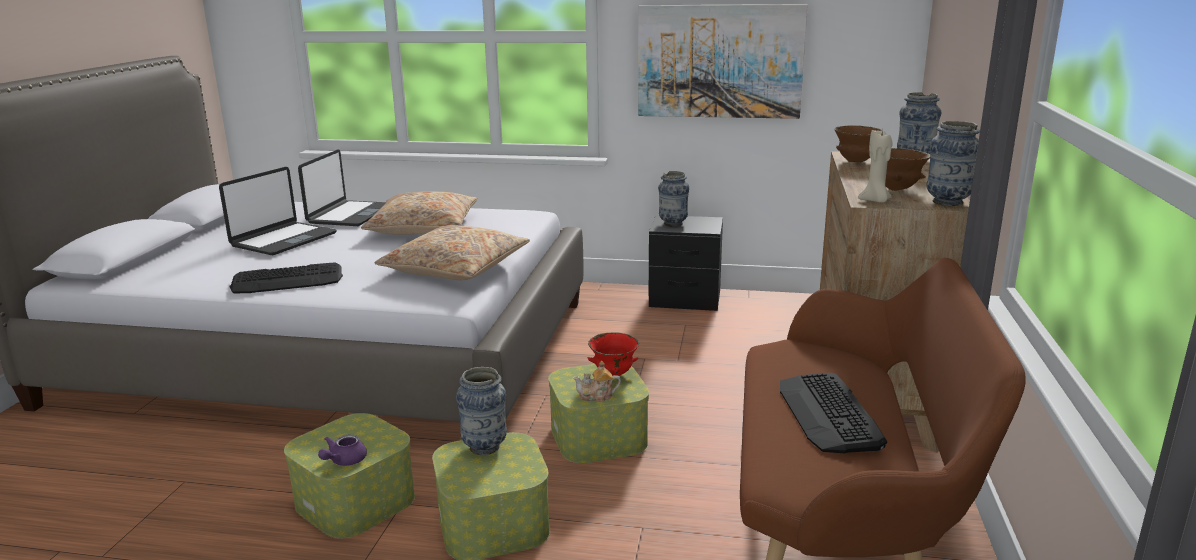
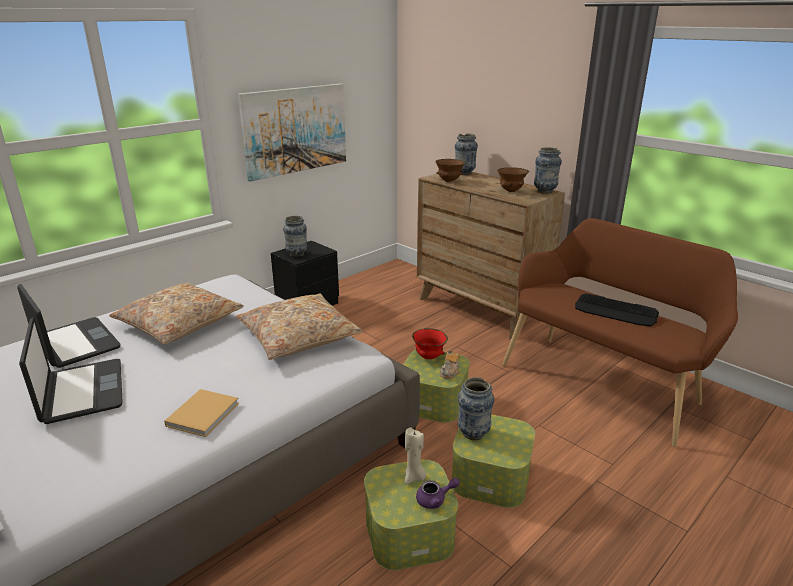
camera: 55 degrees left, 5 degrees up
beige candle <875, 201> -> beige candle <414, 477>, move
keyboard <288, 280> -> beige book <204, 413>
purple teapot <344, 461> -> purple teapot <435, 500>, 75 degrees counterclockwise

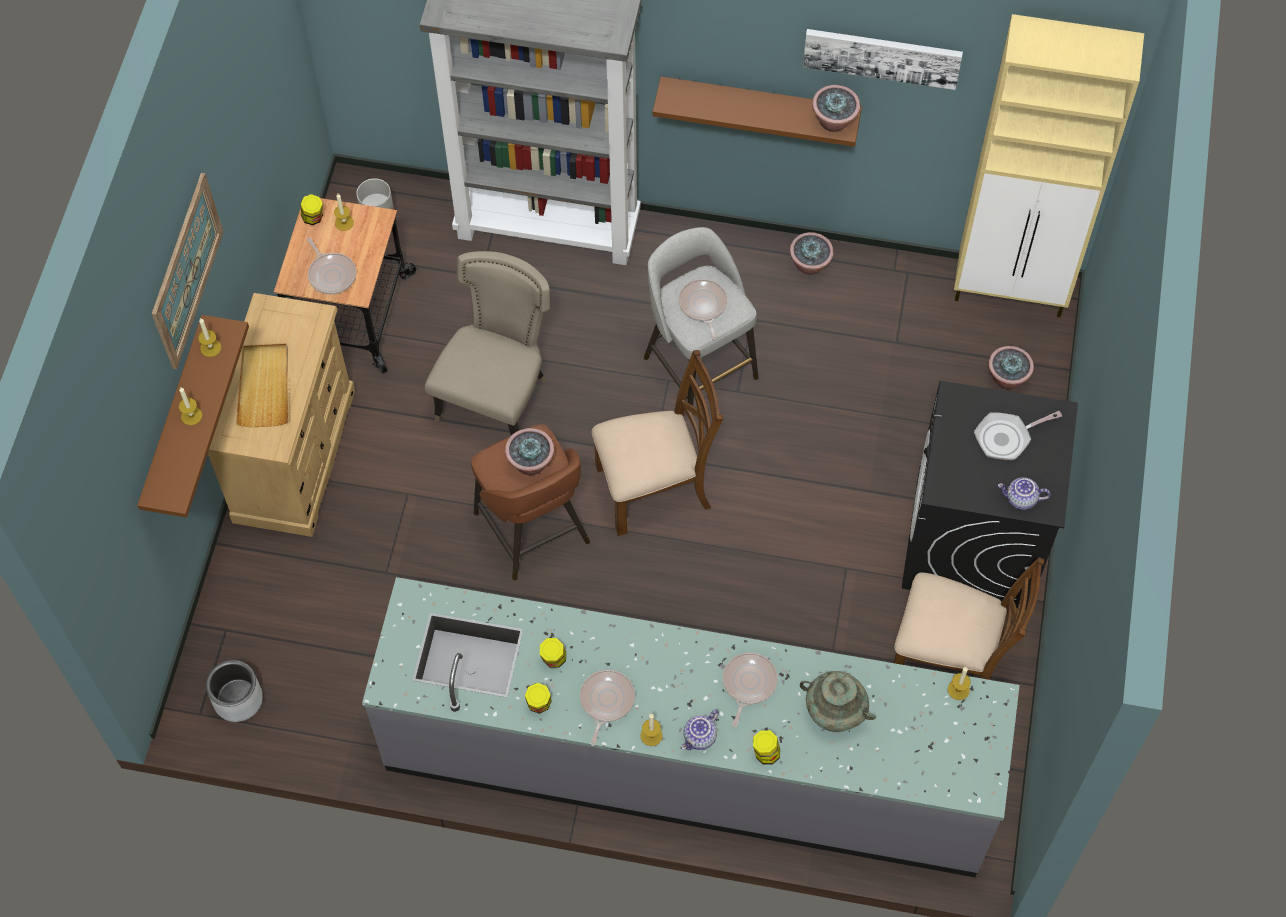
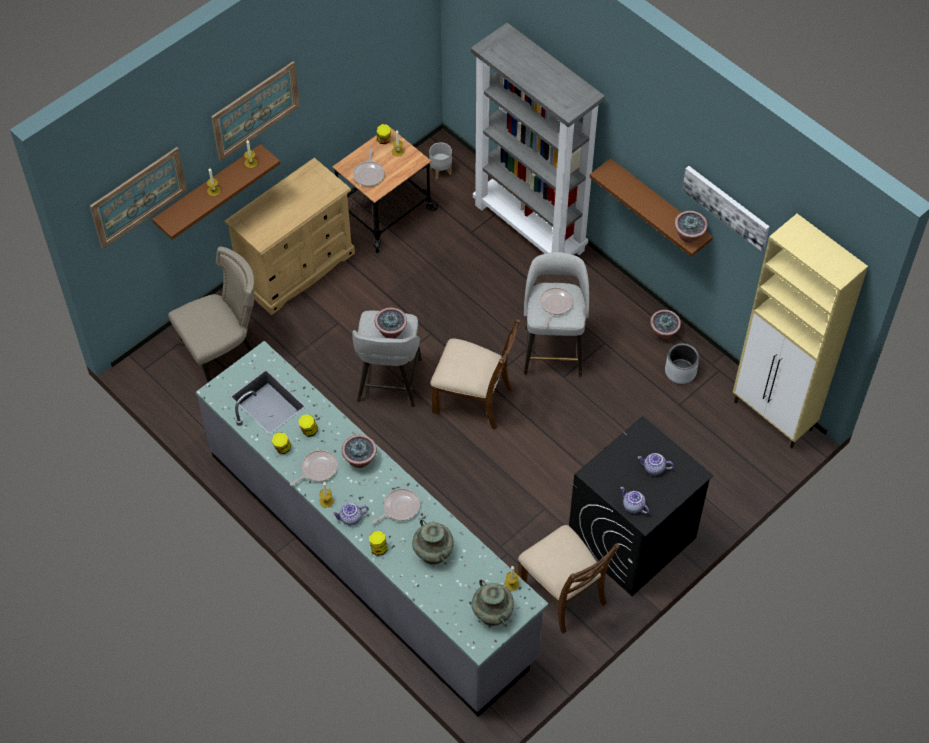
camera: 35 degrees right, 5 degrees down
beige chair <498, 399> -> beige chair <224, 352>, move
beige tray <264, 387> -> none
potted plant <1007, 378> -> potted plant <360, 459>, move
frying pan <1006, 438> -> teapot <653, 468>
brown stool <533, 531> -> grey stool <389, 382>
grey planter <238, 699> -> grey planter <680, 371>, move
none -> picture <138, 197>
none -> turquoise vase <492, 613>

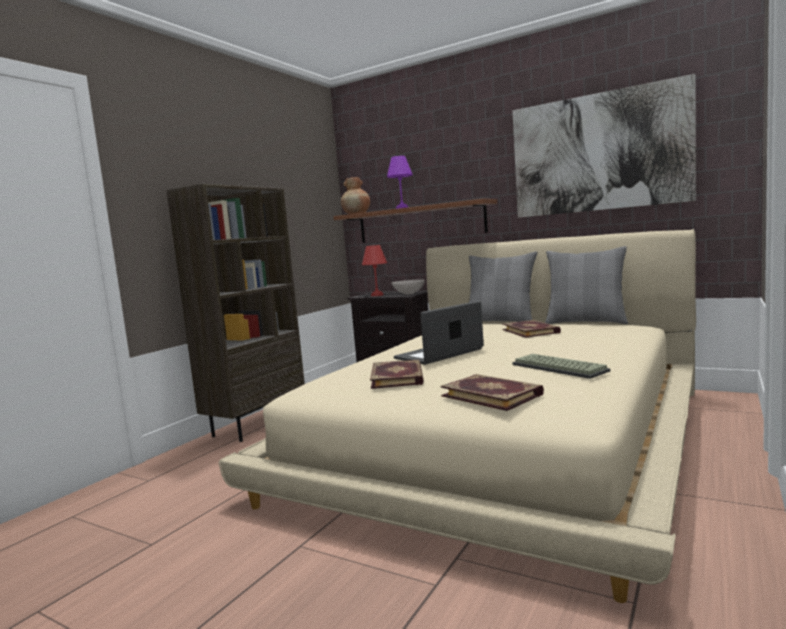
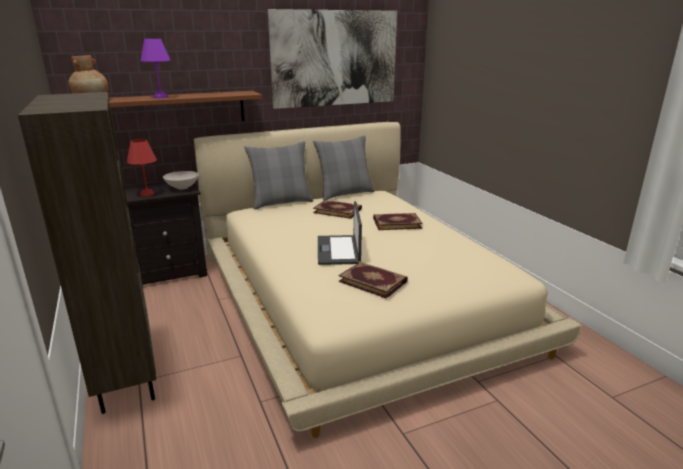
camera: 55 degrees left, 15 degrees up
keyboard <557, 368> -> none
book <492, 395> -> book <396, 223>, move

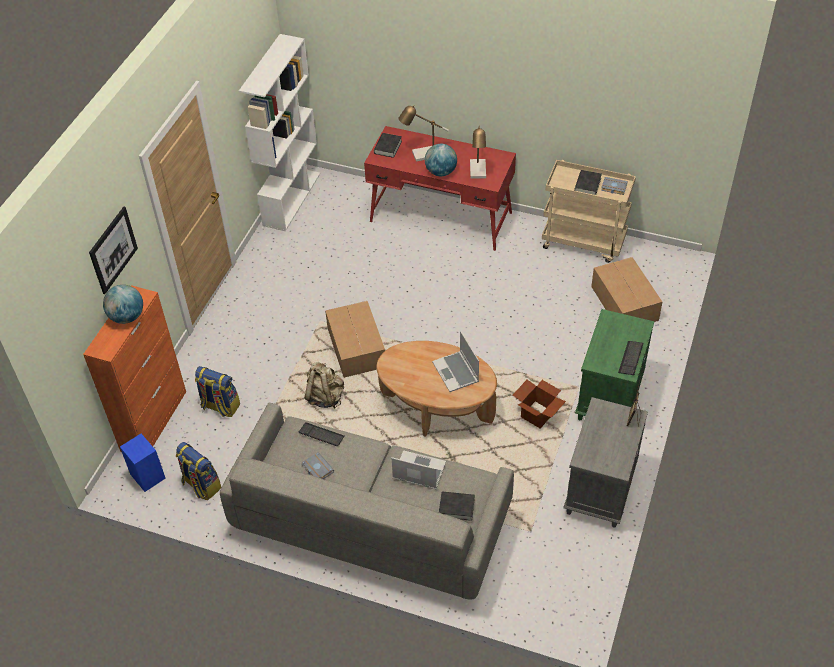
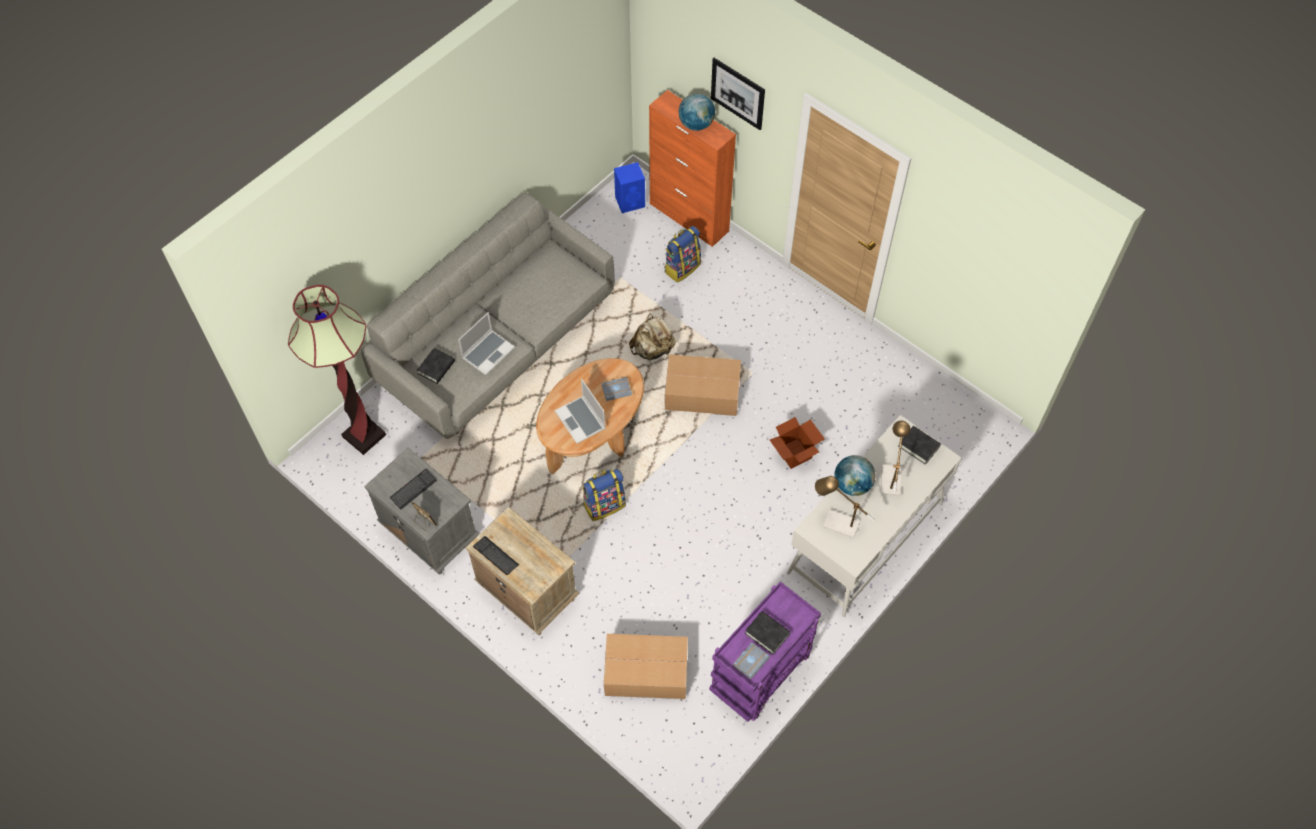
camera: 110 degrees right, 10 degrees up
white bookcase <291, 199> -> none
red desk <441, 217> -> white desk <865, 538>
beige cart <584, 242> -> purple cart <760, 675>
green nightstand <609, 398> -> beige nightstand <526, 592>
laptop <456, 372> -> laptop <581, 420>, 120 degrees counterclockwise
cardboard box <537, 415> -> cardboard box <794, 453>, move
keyboard <321, 435> -> keyboard <413, 489>, move
backpack <201, 485> -> backpack <604, 504>, move
grey book <316, 469> -> grey book <617, 389>, move
none -> floor lamp <364, 436>

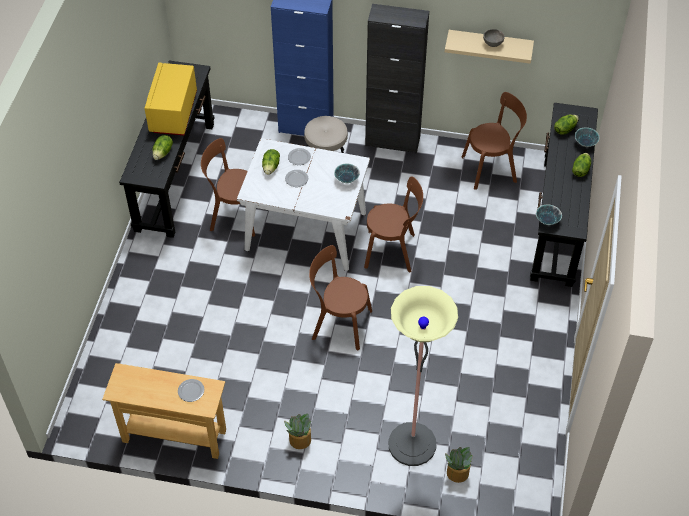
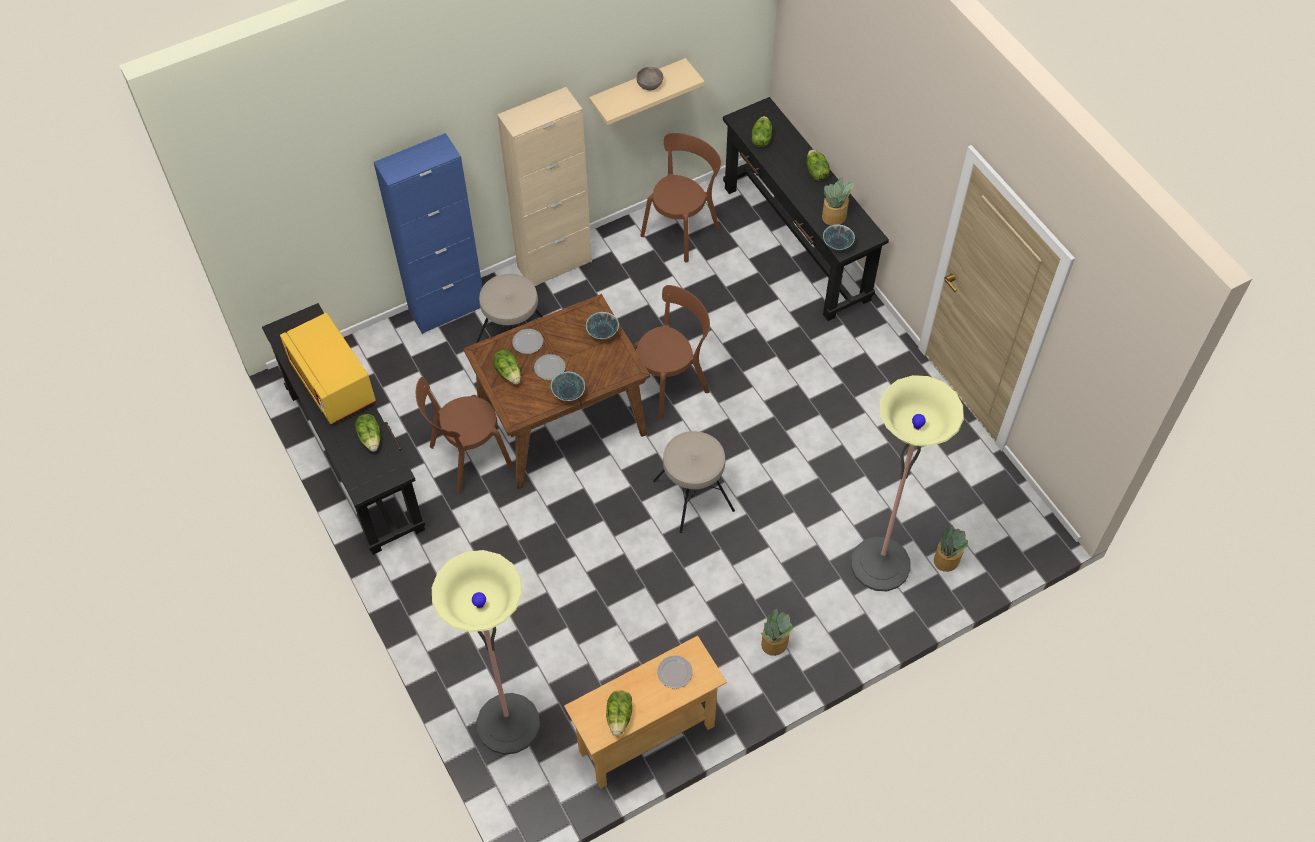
camera: 40 degrees left, 5 degrees up
black cabinet <392, 141> -> beige cabinet <554, 264>
bowl <585, 143> -> bowl <568, 393>, move
white dining table <307, 231> -> brown dining table <563, 422>
brown chair <339, 323> -> beige stool <692, 496>
none -> potted plant <834, 216>
none -> floor lamp <508, 724>
none -> lettuce <620, 716>

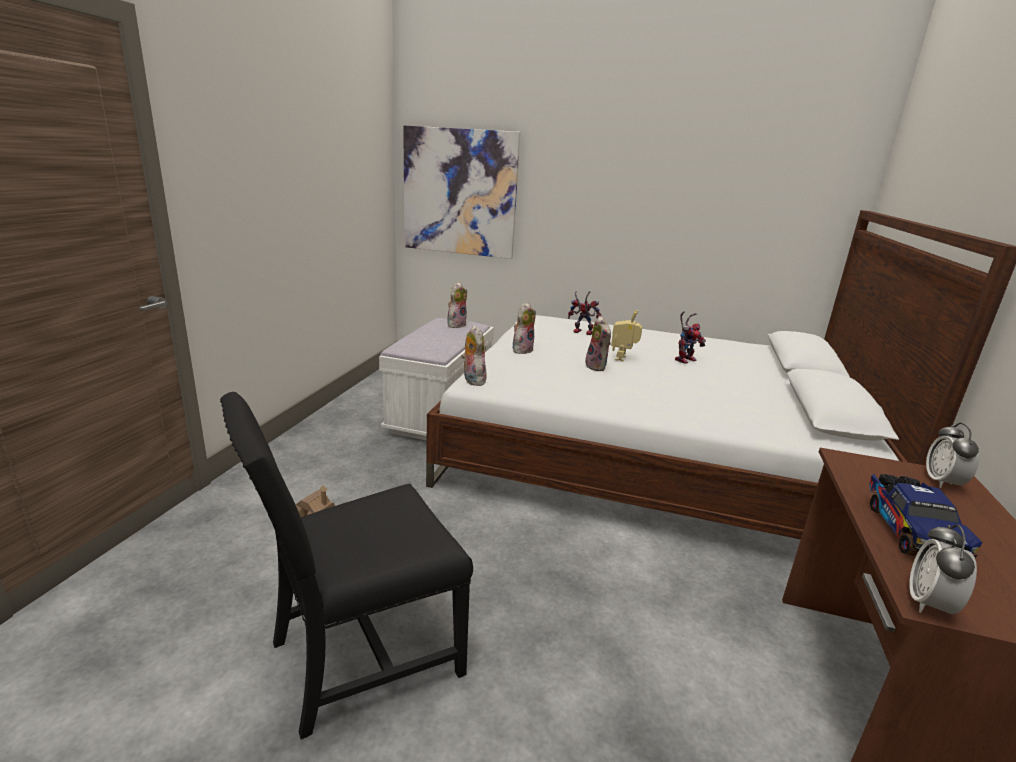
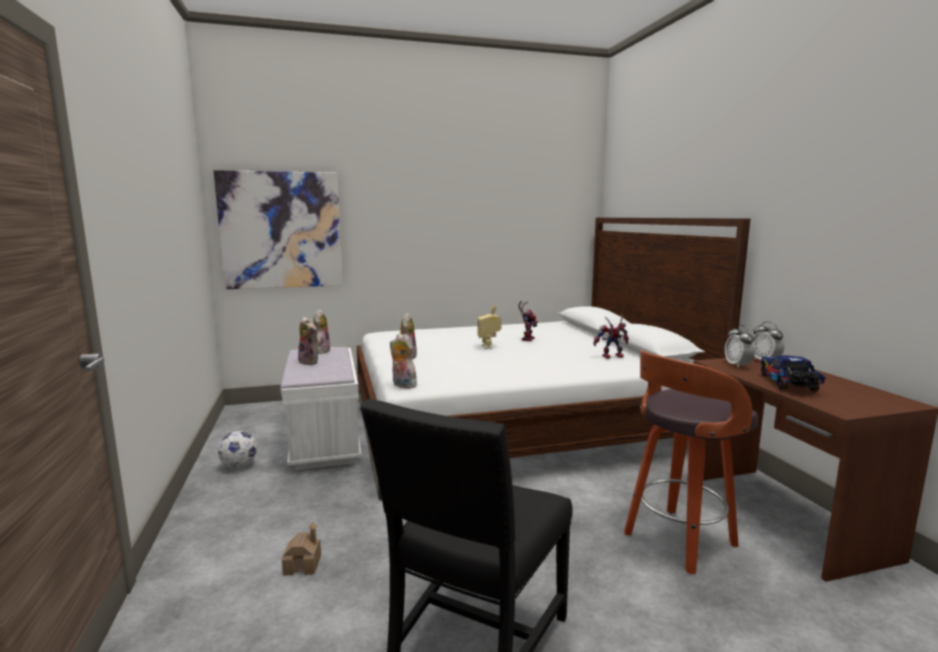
camera: 30 degrees left, 10 degrees down
toy robot <581, 332> -> toy robot <611, 357>, move
plush toy <597, 367> -> plush toy <310, 362>, move
toy truck <910, 530> -> toy truck <789, 385>, 150 degrees counterclockwise
alarm clock <929, 604> -> alarm clock <738, 365>, move
none -> stool <677, 541>
none -> football <239, 466>

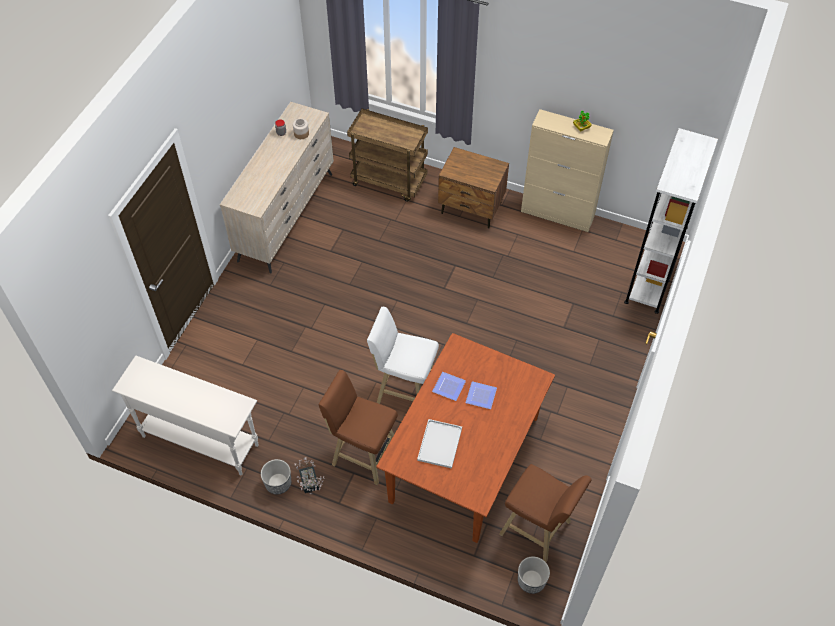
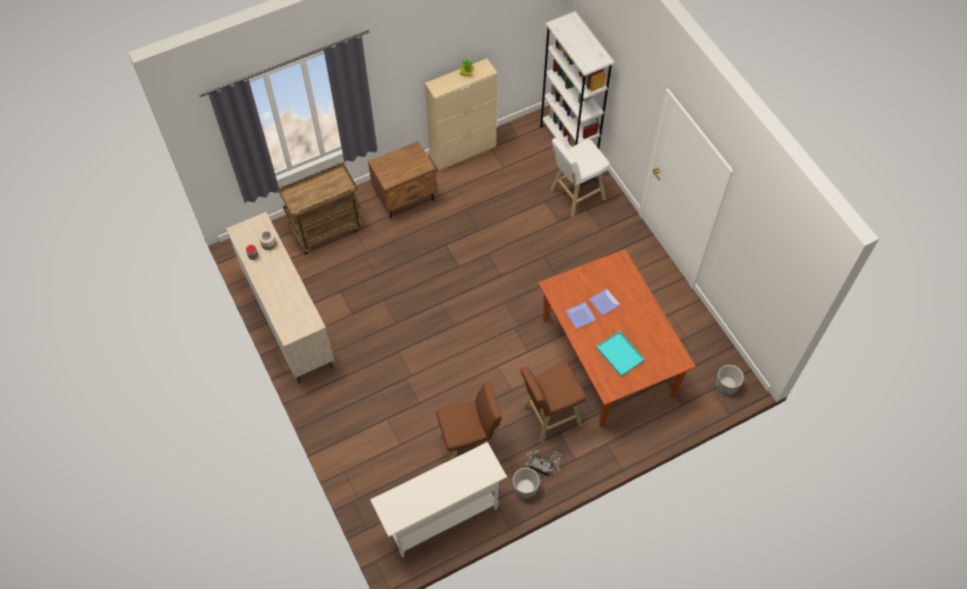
camera: 50 degrees left, 5 degrees up
white stool <404, 389> -> white stool <575, 195>, move
white tray <440, 445> -> turquoise tray <621, 354>
brown stool <538, 530> -> brown stool <469, 447>, move

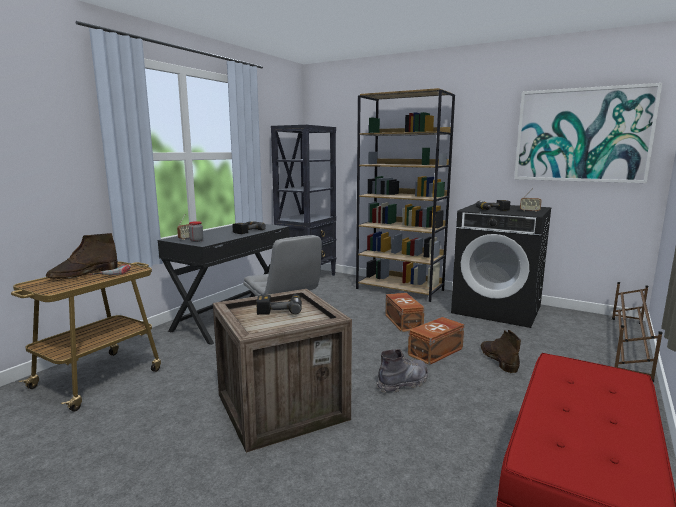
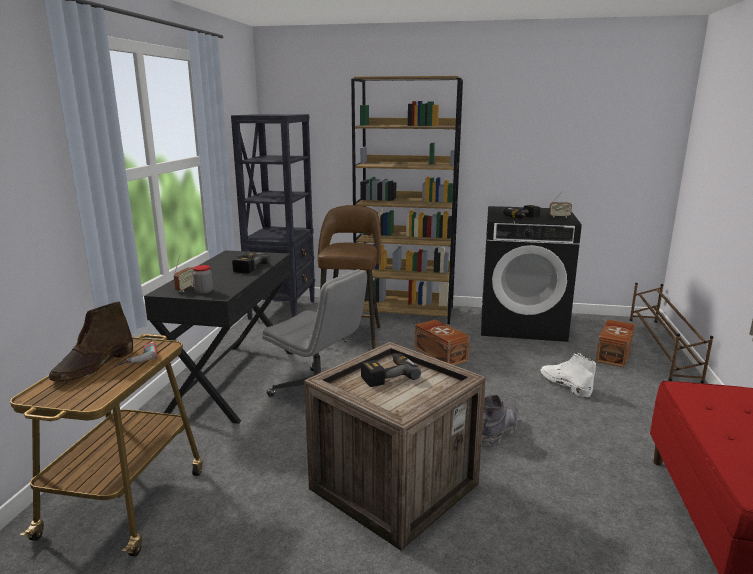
camera: 20 degrees left, 5 degrees up
picture <581, 135> -> none
brown storage box <436, 352> -> brown storage box <614, 354>, move
brown boot <498, 359> -> white boot <564, 384>
none -> brown stool <351, 335>

